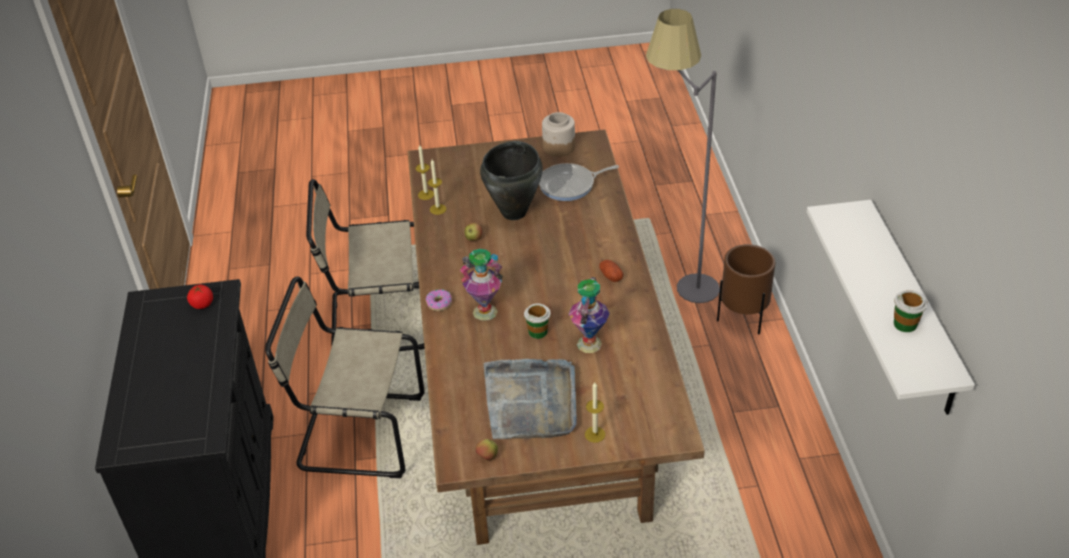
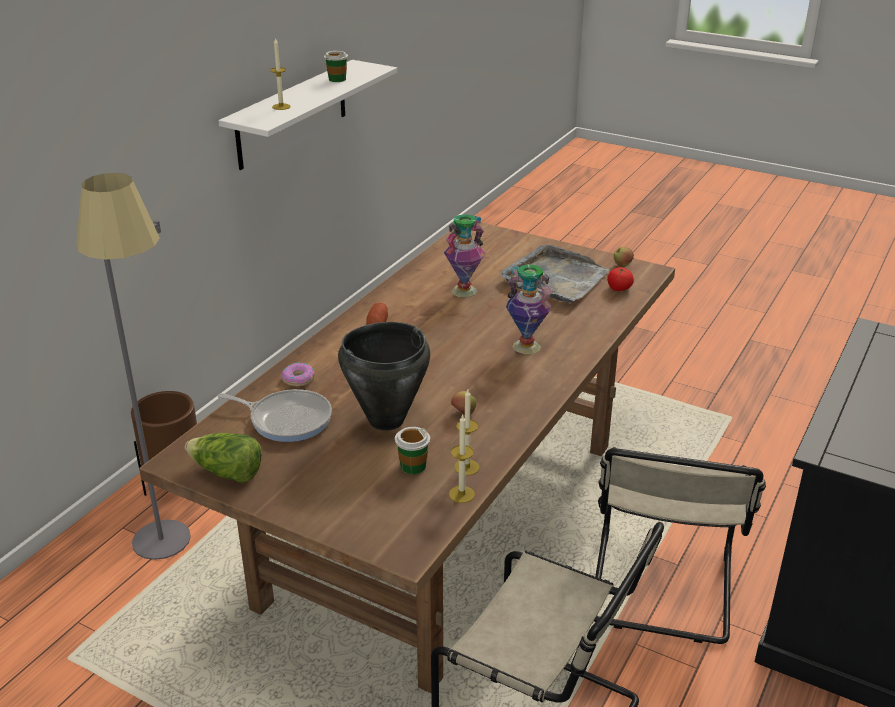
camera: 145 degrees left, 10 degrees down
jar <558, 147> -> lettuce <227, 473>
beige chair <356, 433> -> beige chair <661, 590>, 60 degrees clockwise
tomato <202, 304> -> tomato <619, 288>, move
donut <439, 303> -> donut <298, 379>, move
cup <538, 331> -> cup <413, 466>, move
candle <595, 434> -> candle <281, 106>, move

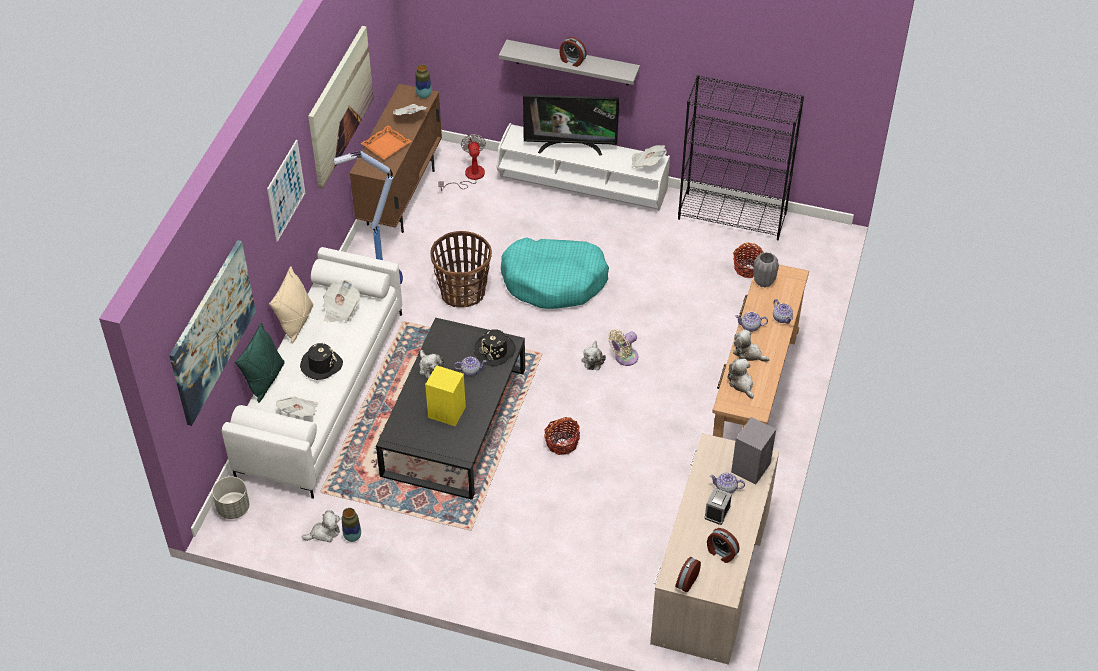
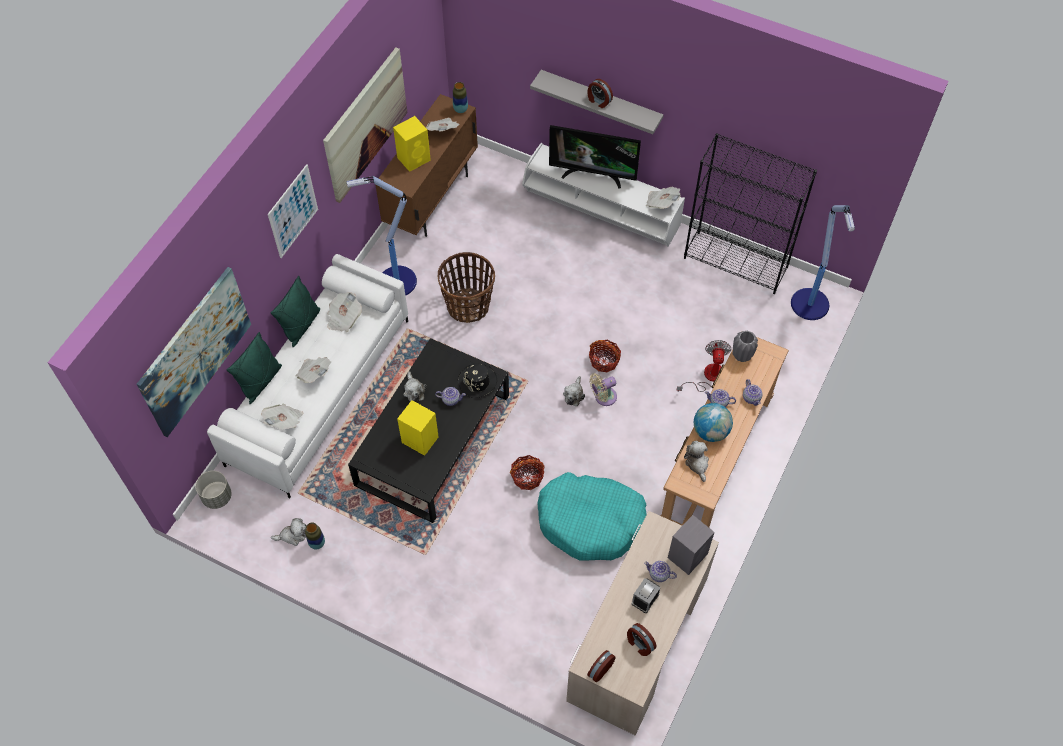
camera: 10 degrees right, 10 degrees up
orange tray <386, 145> -> yellow speaker <414, 158>
fan <469, 176> -> fan <707, 377>, move
turquoise dog bed <554, 281> -> turquoise dog bed <591, 522>, move
basket <748, 268> -> basket <604, 361>, move
beige pillow <296, 322> -> green pillow <301, 325>
plush toy <748, 353> -> globe <710, 431>
black hat <321, 365> -> newspaper <314, 374>
none -> floor lamp <810, 305>

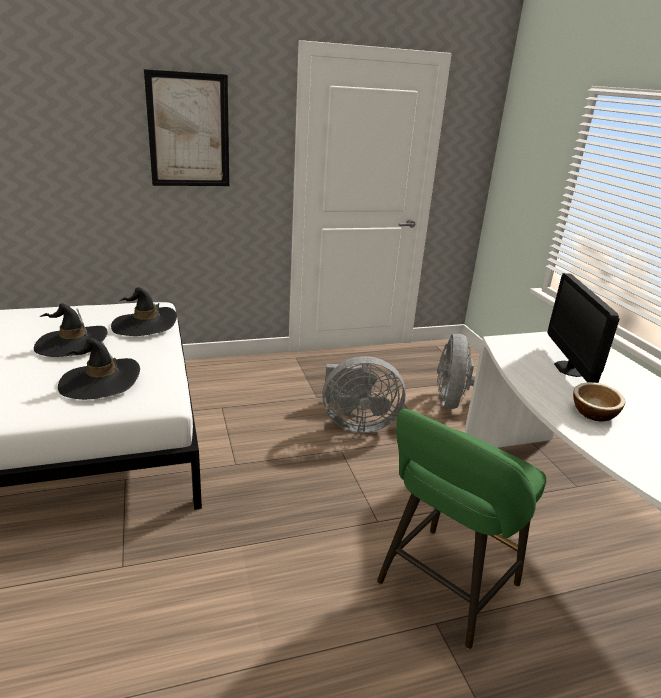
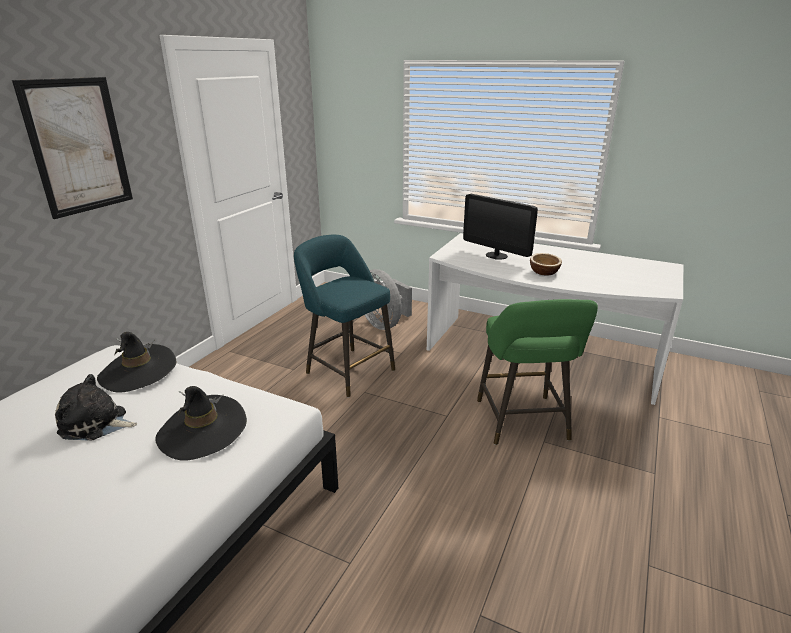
camera: 45 degrees left, 0 degrees up
black hat <72, 344> -> plush toy <96, 424>
grey fan <356, 423> -> turquoise stool <347, 370>

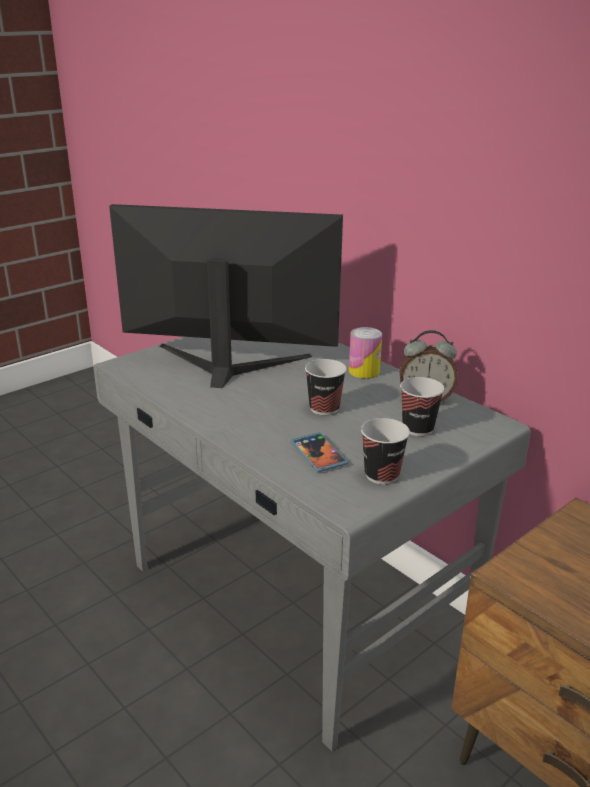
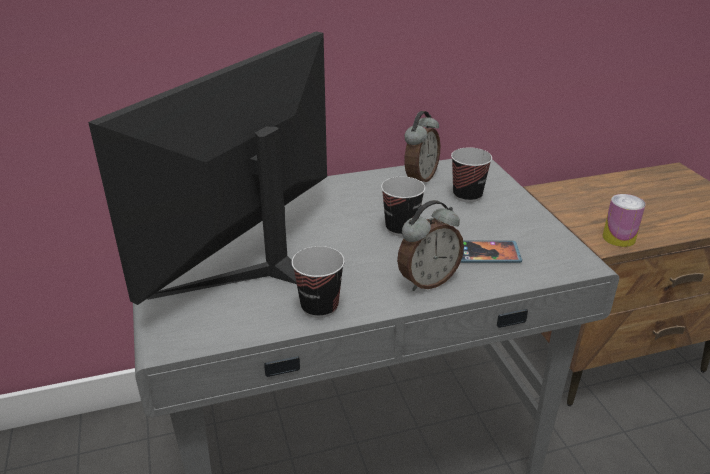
camera: 65 degrees left, 5 degrees up
can <364, 371> -> can <618, 238>, move
cup <382, 475> -> cup <319, 307>, move
none -> alarm clock <427, 281>

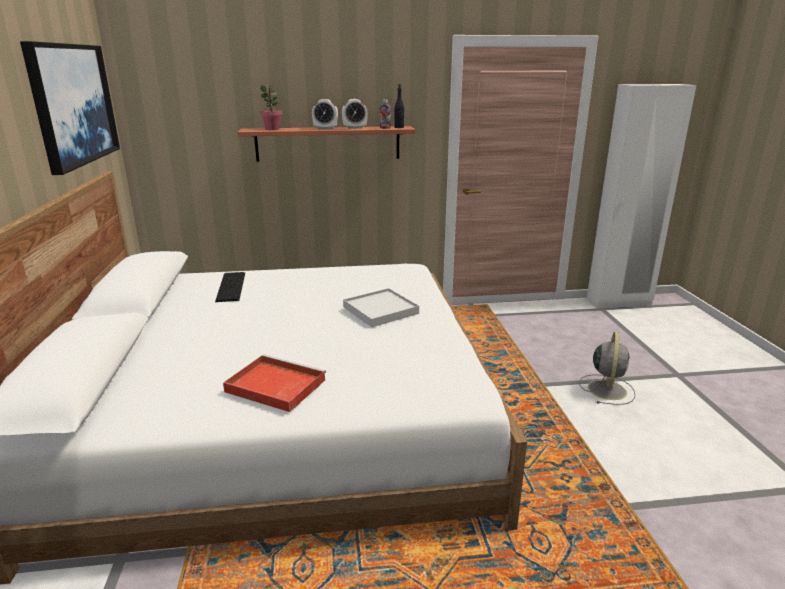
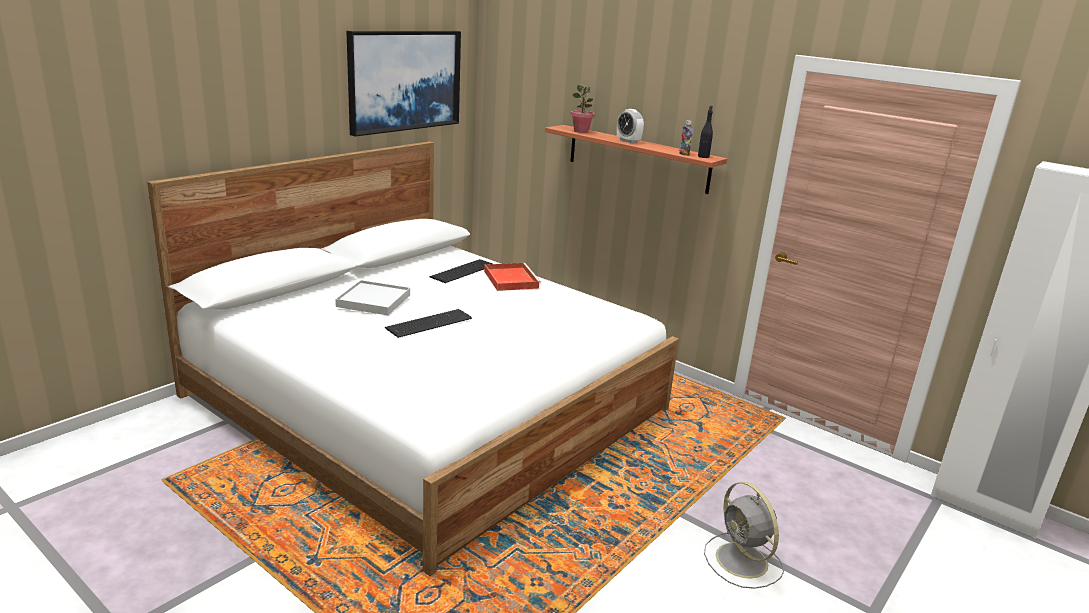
camera: 45 degrees right, 0 degrees up
alarm clock <355, 128> -> none
white tray <380, 310> -> white tray <373, 301>, move
grey fan <607, 389> -> grey fan <743, 562>, 90 degrees clockwise
red tray <274, 385> -> red tray <510, 279>, move
none -> keyboard <427, 323>

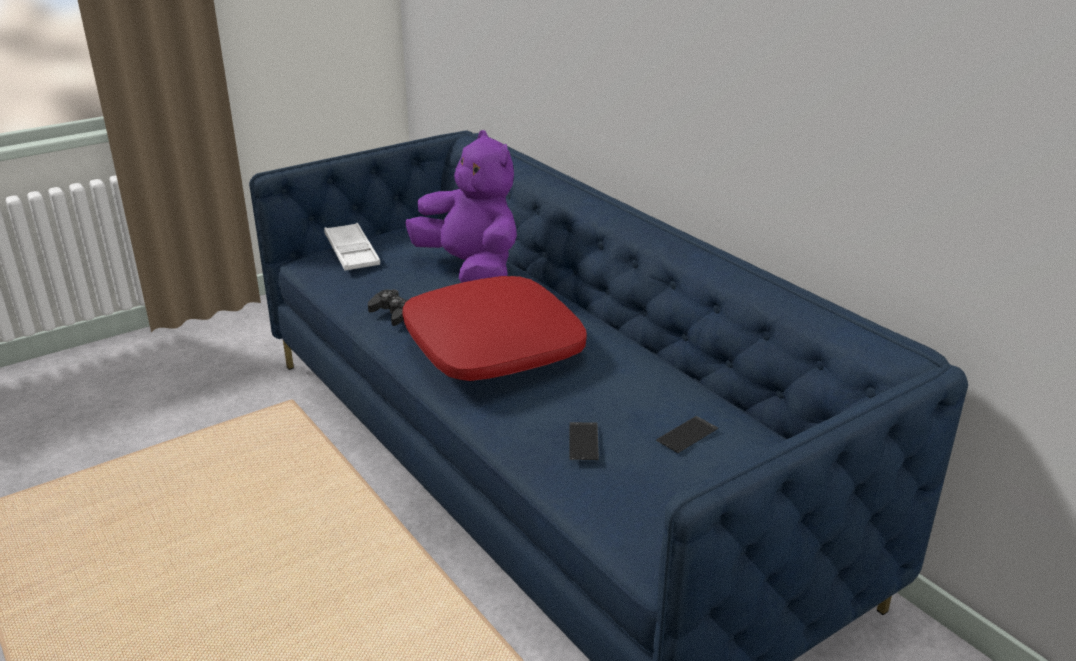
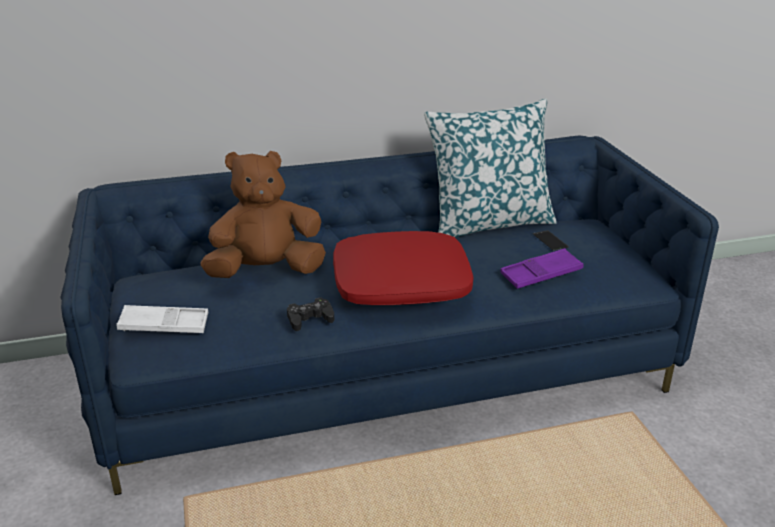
camera: 70 degrees left, 0 degrees up
purple plush toy <471, 270> -> brown plush toy <266, 271>
phone <583, 441> -> purple tray <541, 274>
none -> pillow <488, 223>

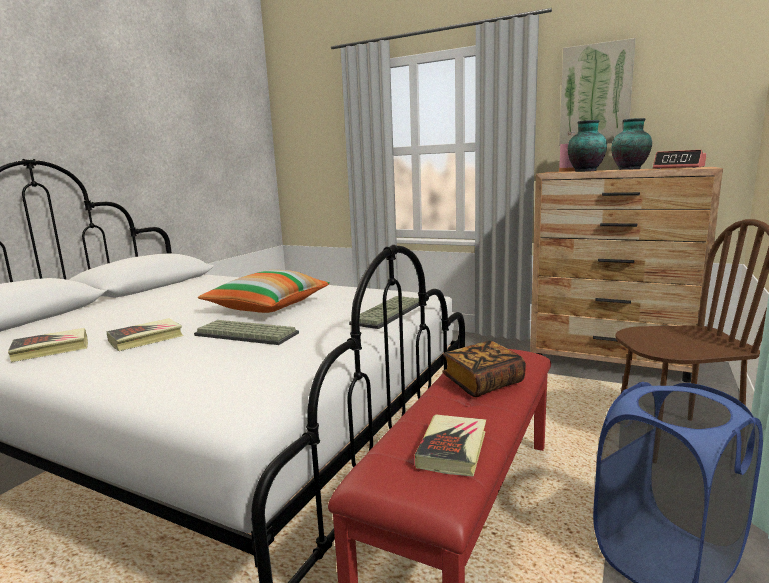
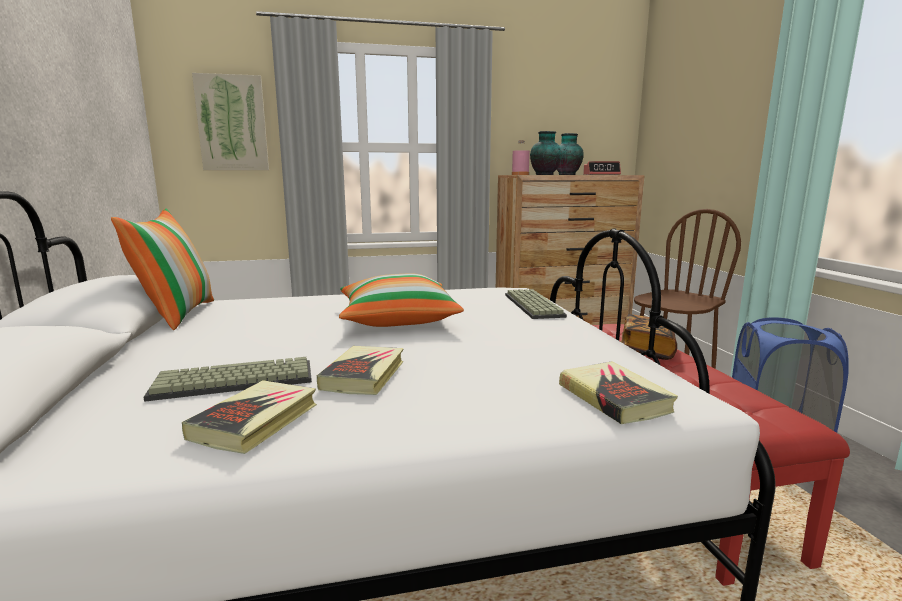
camera: 40 degrees left, 0 degrees up
picture <595, 95> -> picture <232, 123>, move
keyboard <244, 335> -> keyboard <232, 382>, move
book <452, 449> -> book <614, 398>, move
none -> pillow <177, 314>

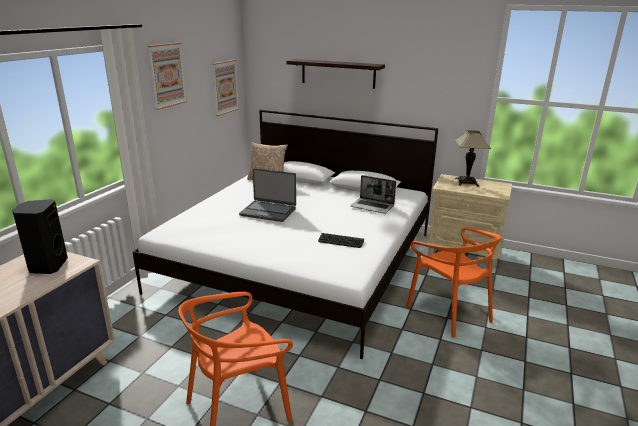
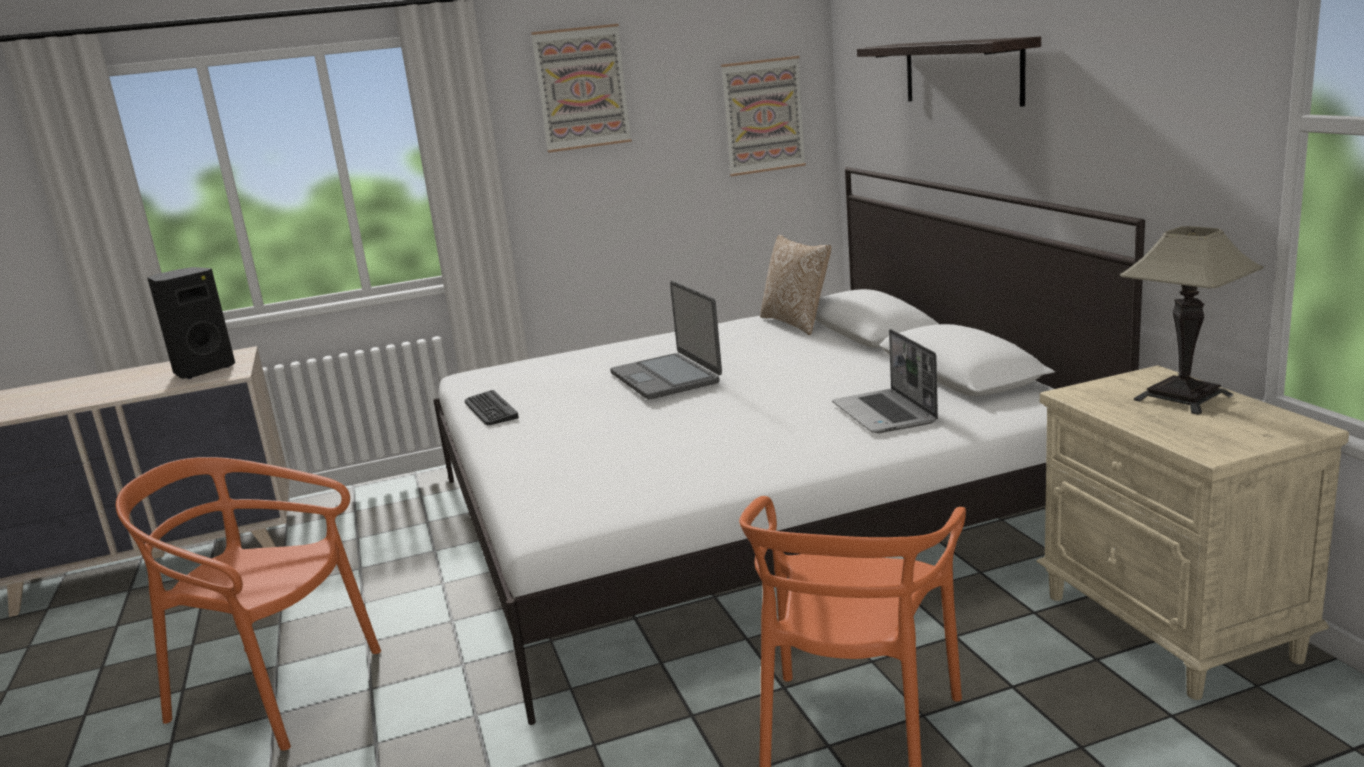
camera: 50 degrees right, 5 degrees down
keyboard <341, 241> -> keyboard <490, 409>, move

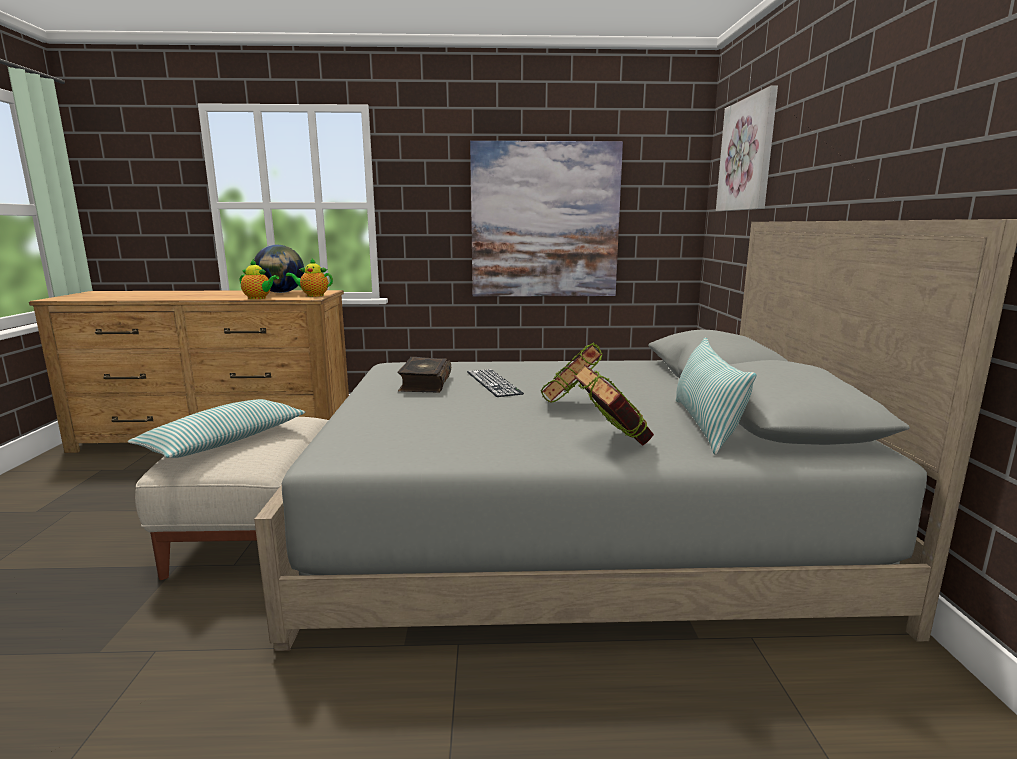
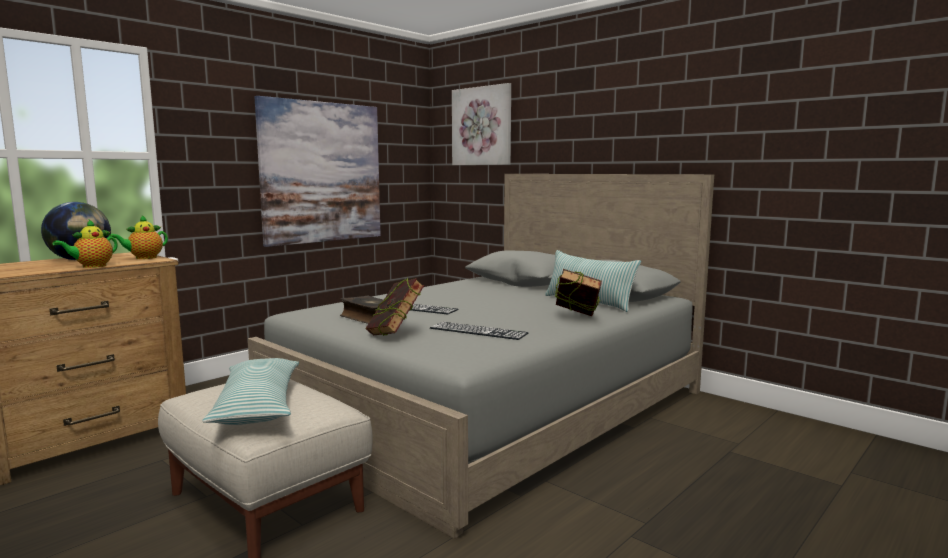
camera: 45 degrees left, 5 degrees down
teapot <259, 298> -> teapot <91, 266>, 150 degrees clockwise
book <570, 405> -> book <395, 335>, move
none -> keyboard <478, 331>

